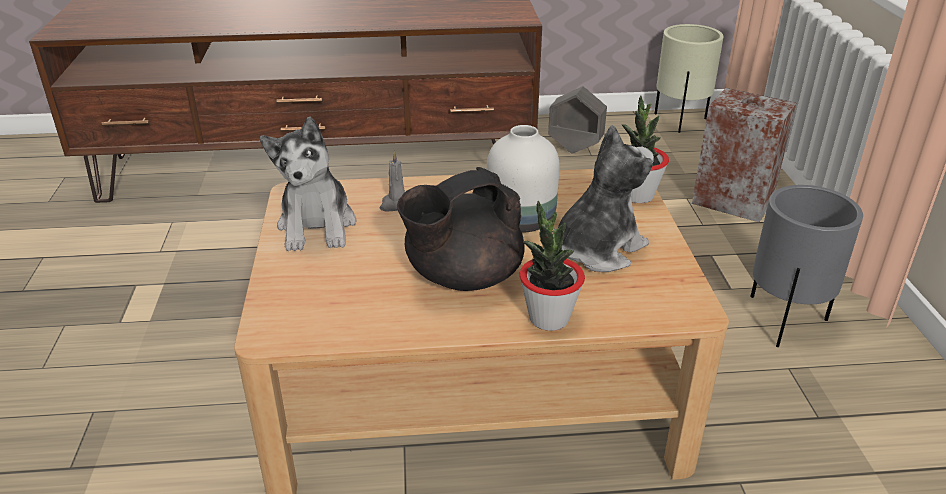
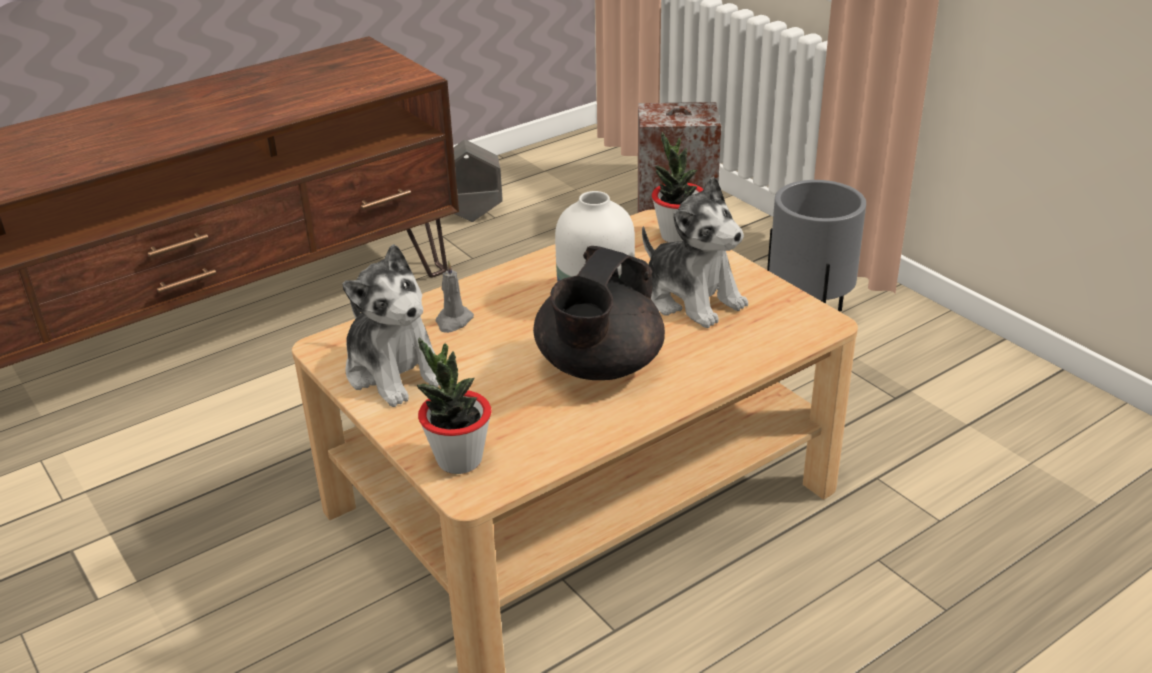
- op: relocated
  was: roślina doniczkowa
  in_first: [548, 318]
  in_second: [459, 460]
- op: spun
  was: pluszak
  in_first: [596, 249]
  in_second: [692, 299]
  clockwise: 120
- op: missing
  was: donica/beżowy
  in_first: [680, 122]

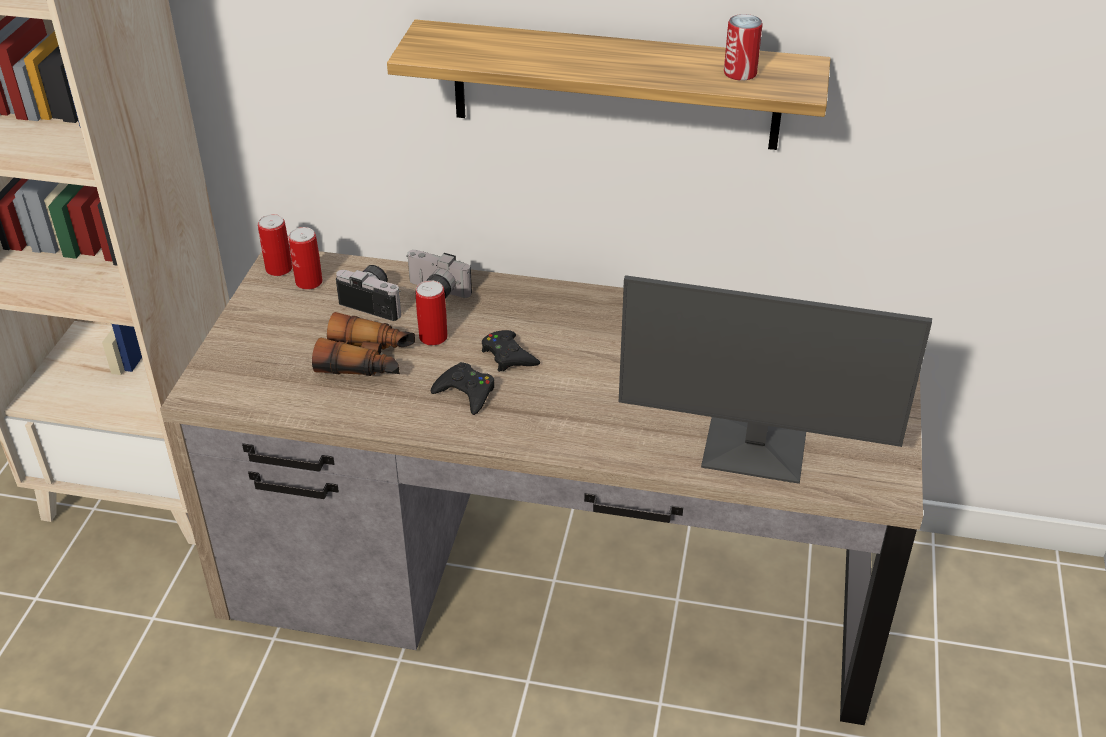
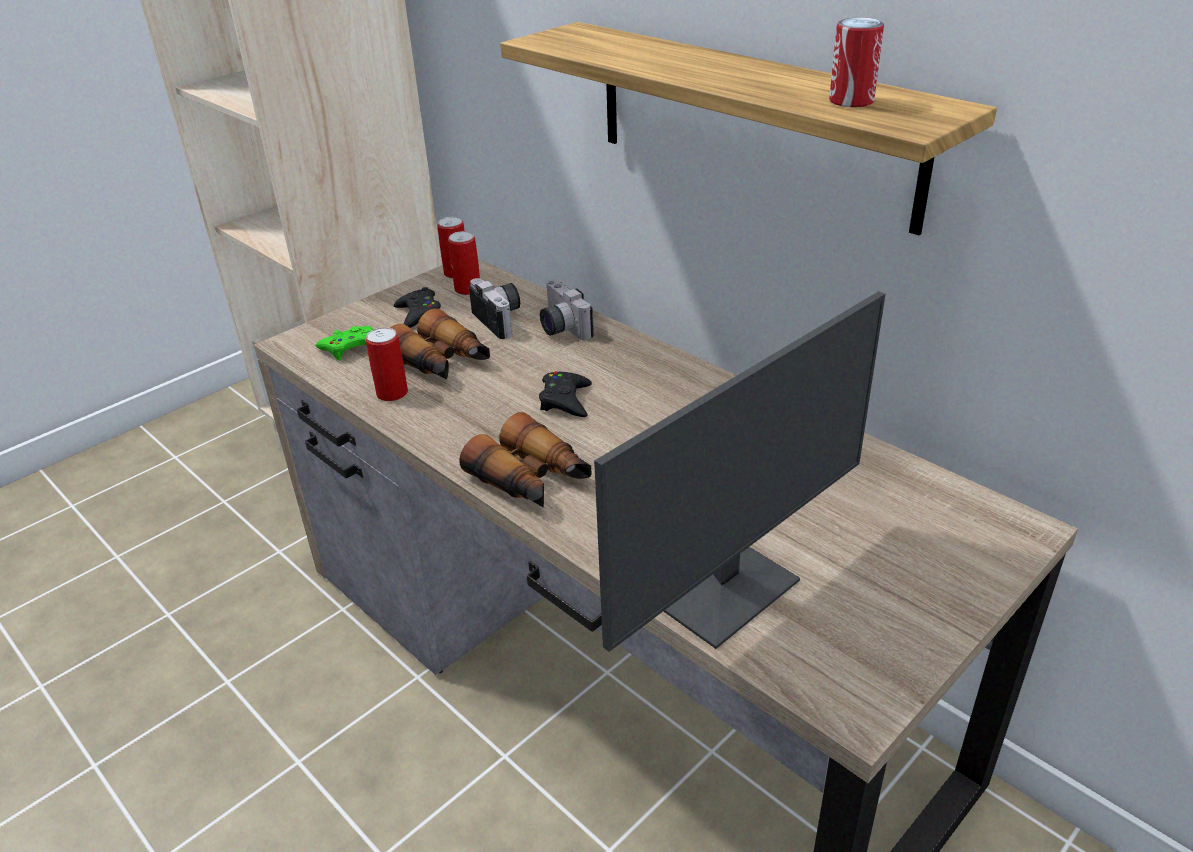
- op: appeared
  now: pad do gier/zielony
  in_second: [350, 347]
- op: relocated
  was: puszka
  in_first: [433, 337]
  in_second: [392, 393]
- op: relocated
  was: pad do gier/czarny
  in_first: [466, 393]
  in_second: [418, 314]
- op: appeared
  now: lornetka
  in_second: [532, 480]
- op: spun
  was: monitor
  in_first: [754, 451]
  in_second: [723, 588]
  clockwise: -90

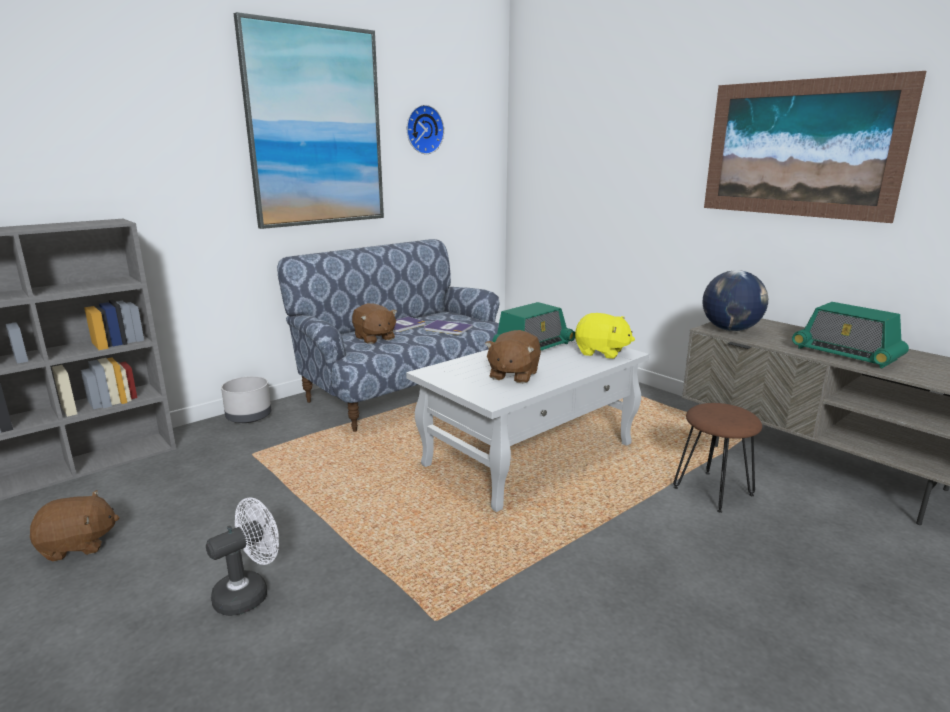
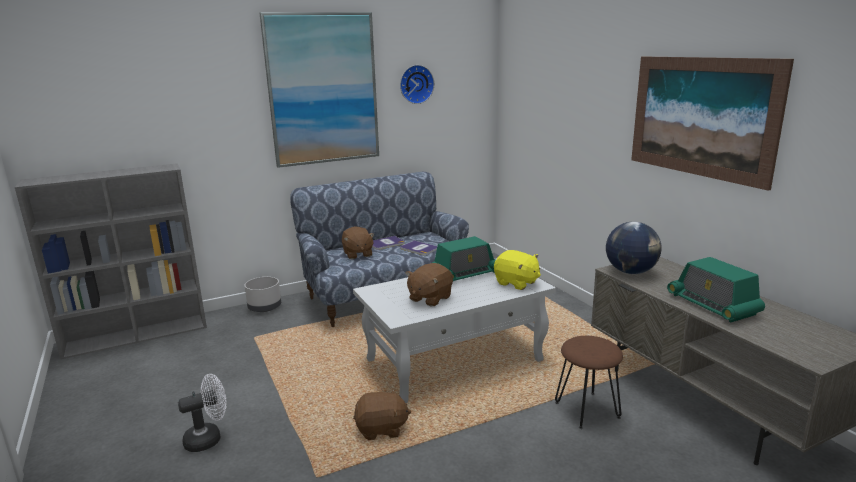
- op: relocated
  was: pluszak/brązowy
  in_first: [78, 545]
  in_second: [381, 429]

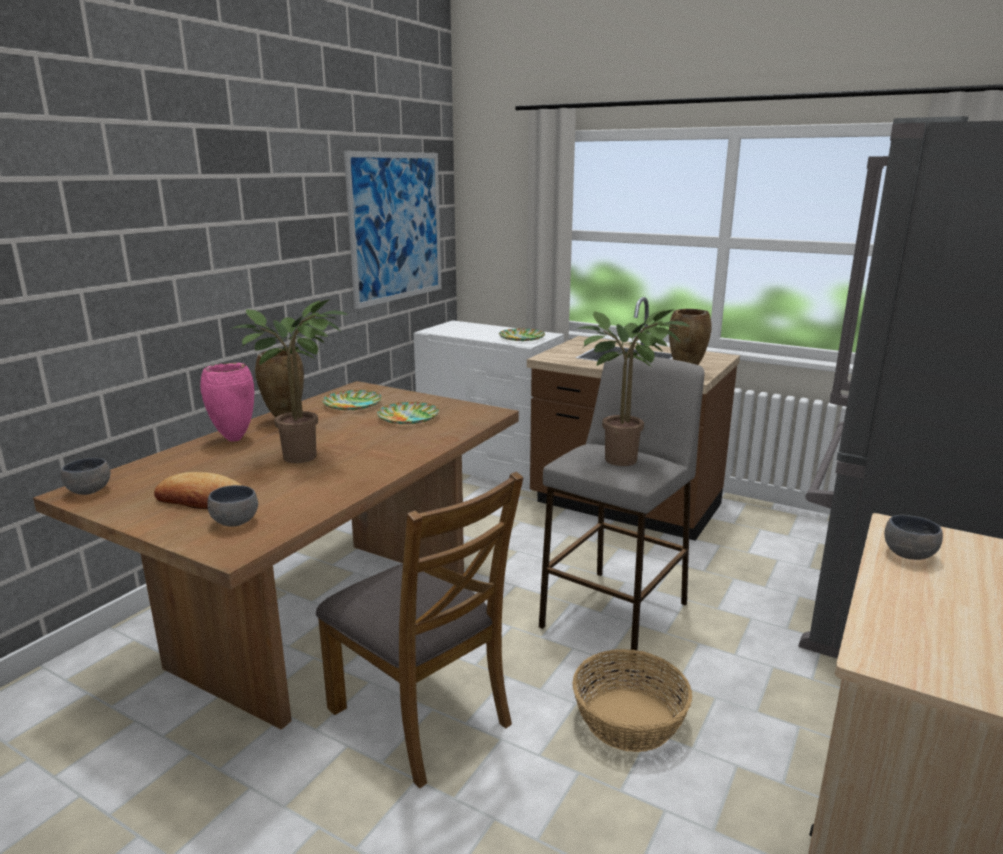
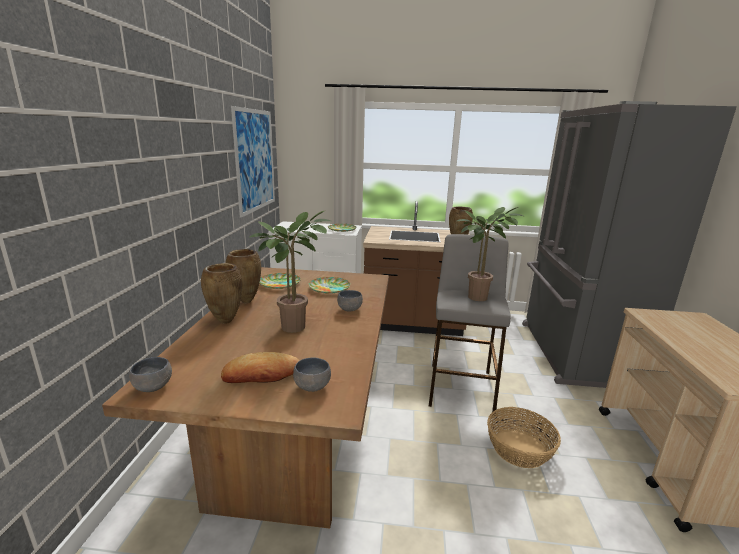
- op: colour
  was: wazon/różowy
  now: wazon/brązowy
  in_first: [234, 439]
  in_second: [225, 321]
- op: relocated
  was: miska/szary
  in_first: [908, 554]
  in_second: [350, 309]
- op: missing
  was: krzesło/brązowy
  in_first: [421, 715]

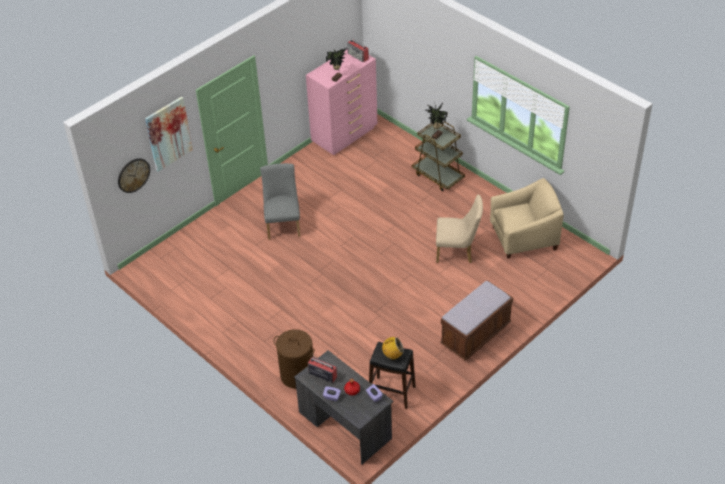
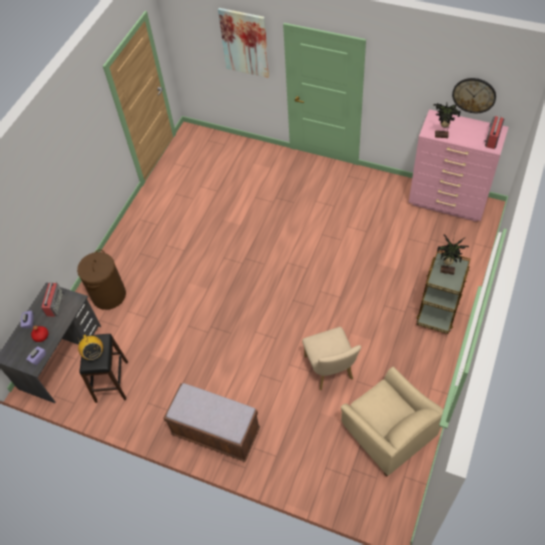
- op: relocated
  was: zegar ścienny
  in_first: [133, 175]
  in_second: [474, 95]
- op: missing
  was: krzesło/szary
  in_first: [283, 224]

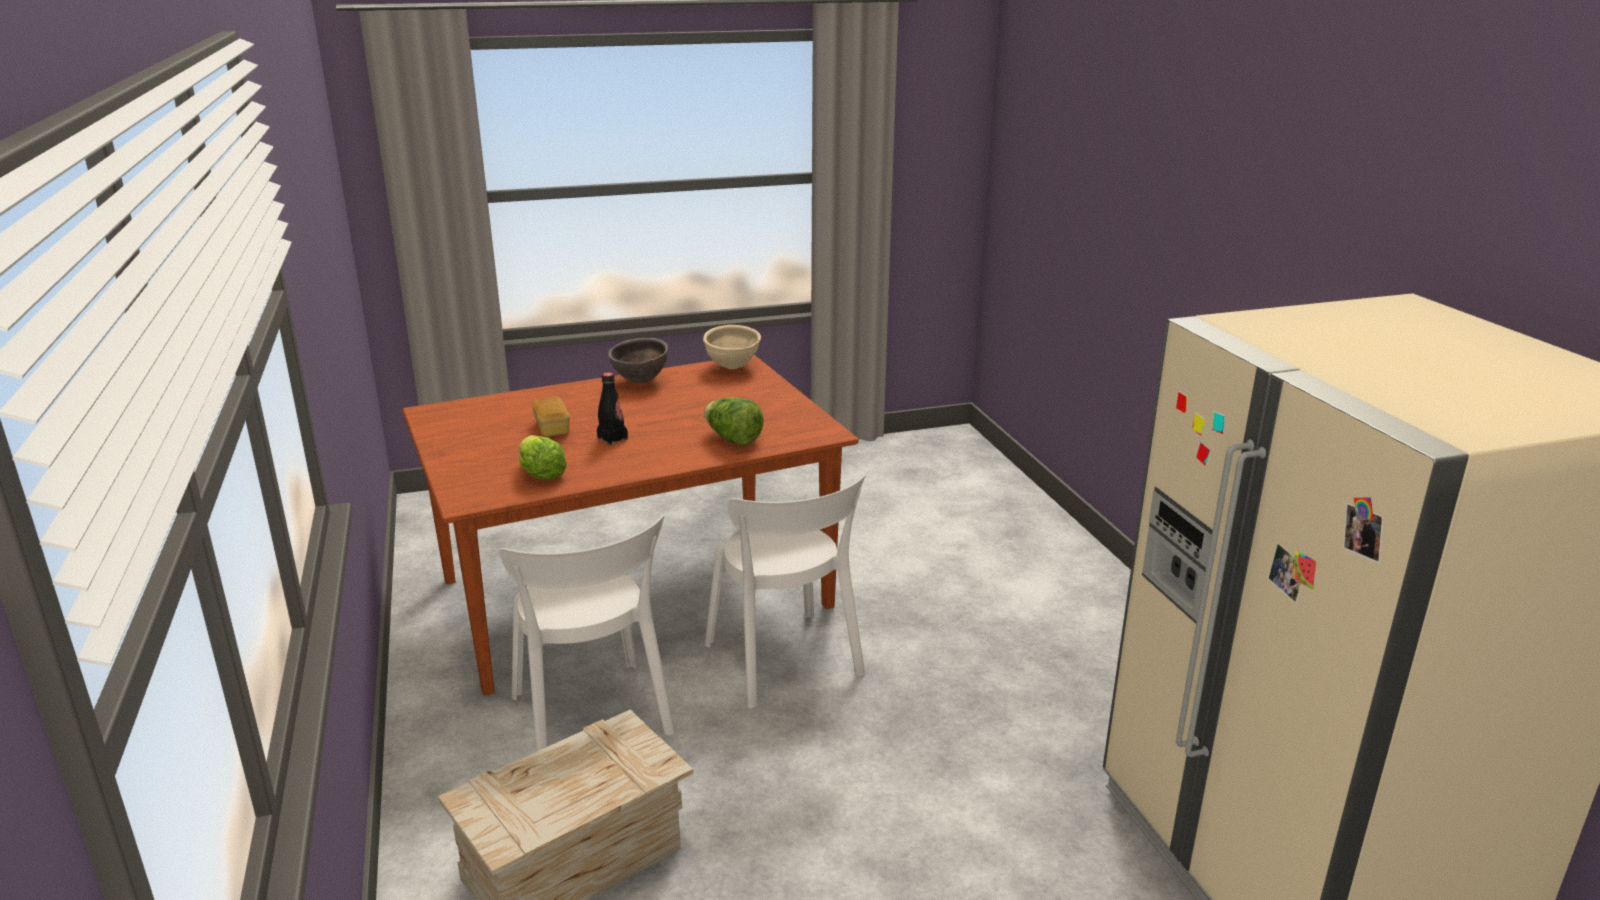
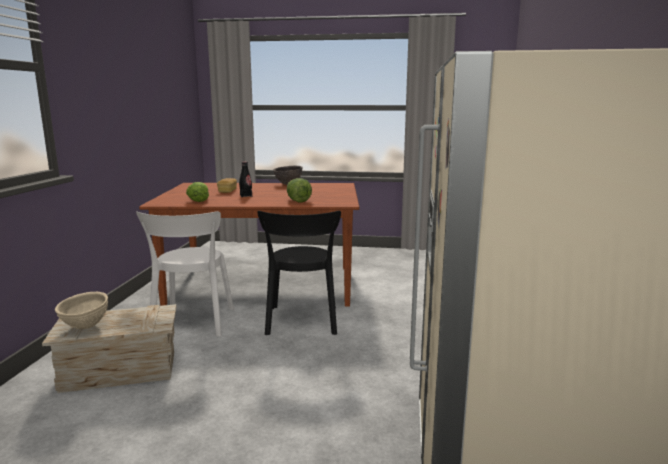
- op: relocated
  was: miska/beżowy
  in_first: [732, 367]
  in_second: [85, 327]
- op: colour
  was: krzesło/biały
  now: krzesło/czarny
  in_first: [786, 663]
  in_second: [302, 322]

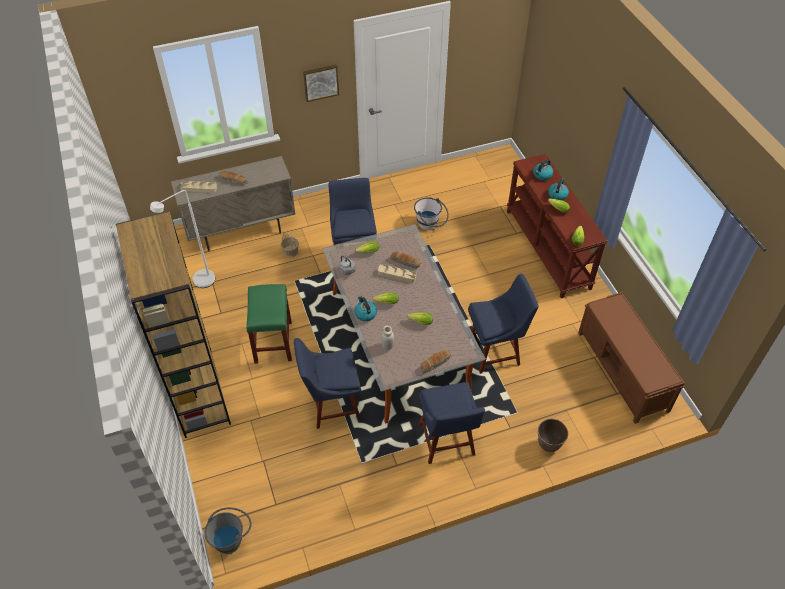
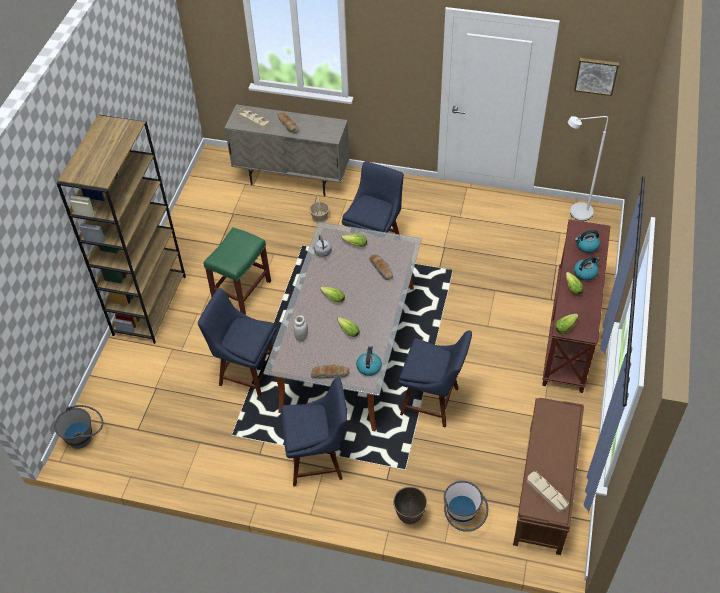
- op: spun
  was: krzesło/niebieski
  in_first: [447, 442]
  in_second: [318, 460]
  clockwise: -120
- op: relocated
  was: czajnik
  in_first: [365, 313]
  in_second: [369, 367]
- op: relocated
  was: wiadro/biały
  in_first: [430, 225]
  in_second: [463, 518]
- op: relocated
  was: taca/beżowy
  in_first: [397, 275]
  in_second: [547, 493]
- op: relocated
  was: lampa stojąca/biały
  in_first: [198, 283]
  in_second: [575, 213]
- op: relocated
  was: obraz
  in_first: [320, 82]
  in_second: [596, 75]

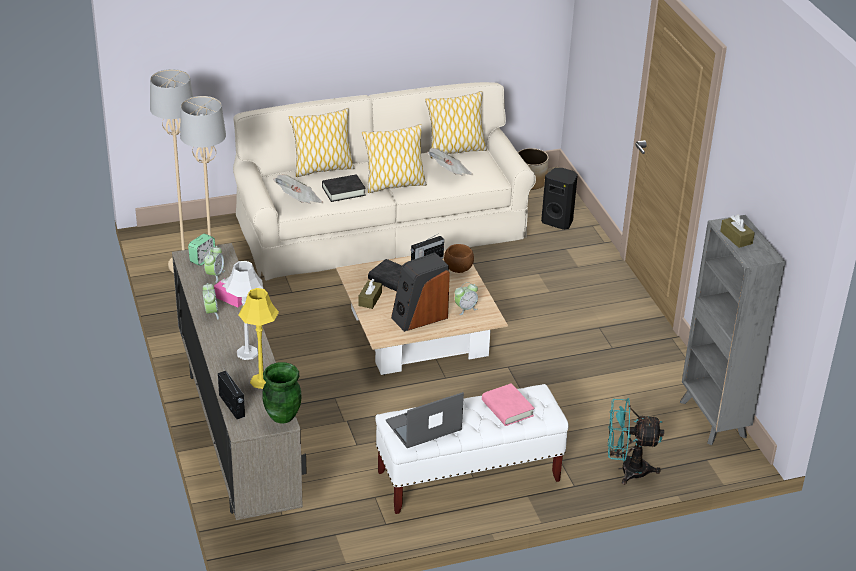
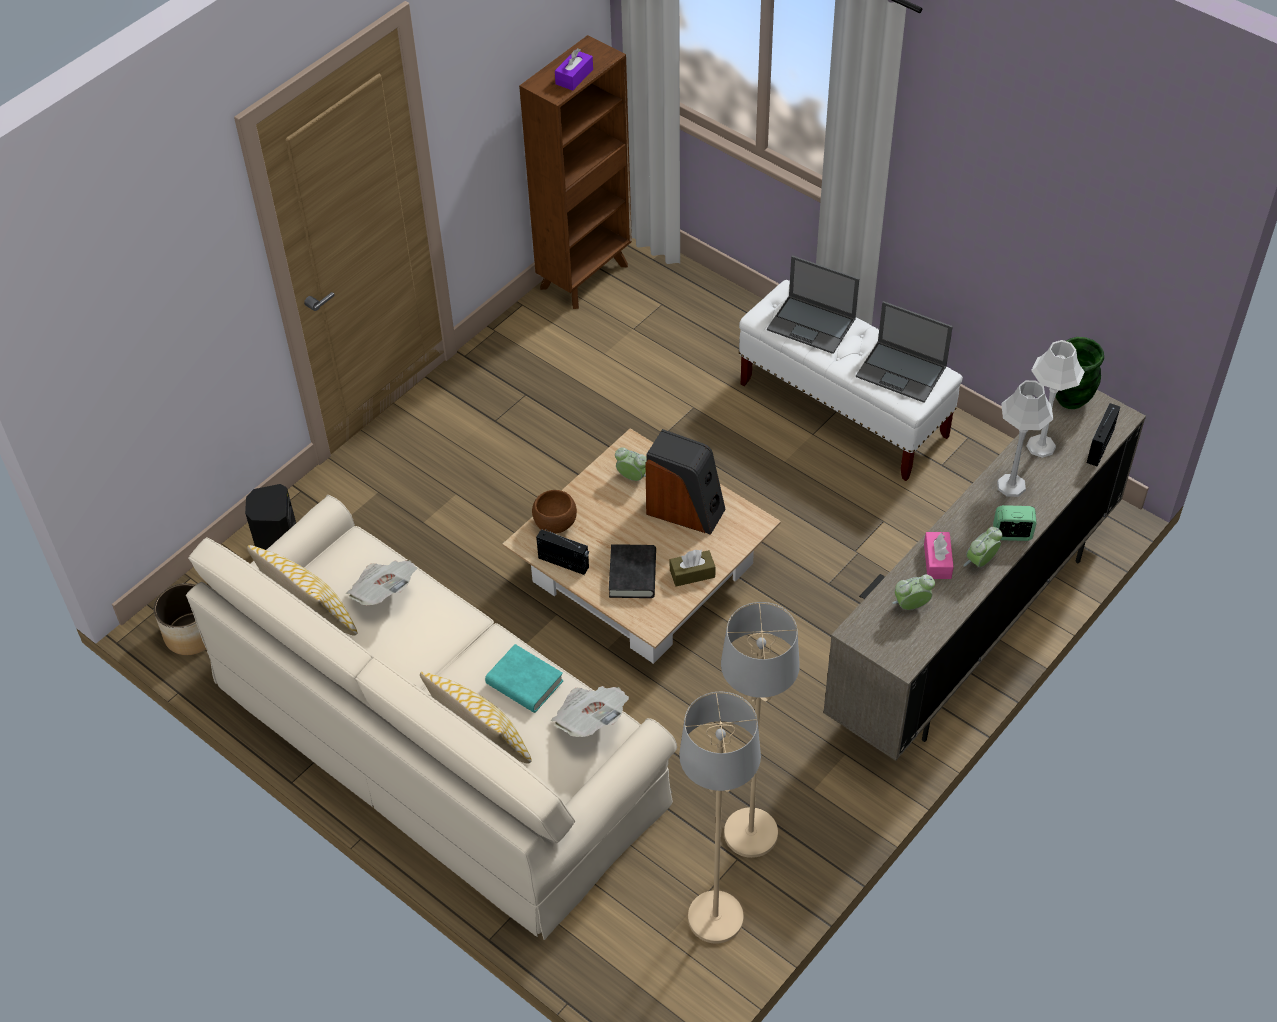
- op: colour
  was: książka/czarny
  now: książka/turkusowy
  in_first: [343, 191]
  in_second: [524, 682]
- op: colour
  was: regał/szary
  now: regał/brązowy
  in_first: [713, 420]
  in_second: [586, 275]
- op: colour
  was: pudełko chusteczek/brązowy
  now: pudełko chusteczek/fioletowy
  in_first: [736, 237]
  in_second: [574, 77]
- op: exchanged
  was: książka/różowy
  now: laptop
  in_first: [507, 408]
  in_second: [812, 324]
- op: relocated
  was: budzik
  in_first: [202, 259]
  in_second: [1012, 534]
- op: colour
  was: lampa stołowa/żółty
  now: lampa stołowa/biały
  in_first: [261, 381]
  in_second: [1041, 446]
- op: missing
  was: poduszka
  in_first: [394, 185]
- op: missing
  was: wentylator/turkusowy
  in_first: [626, 469]

